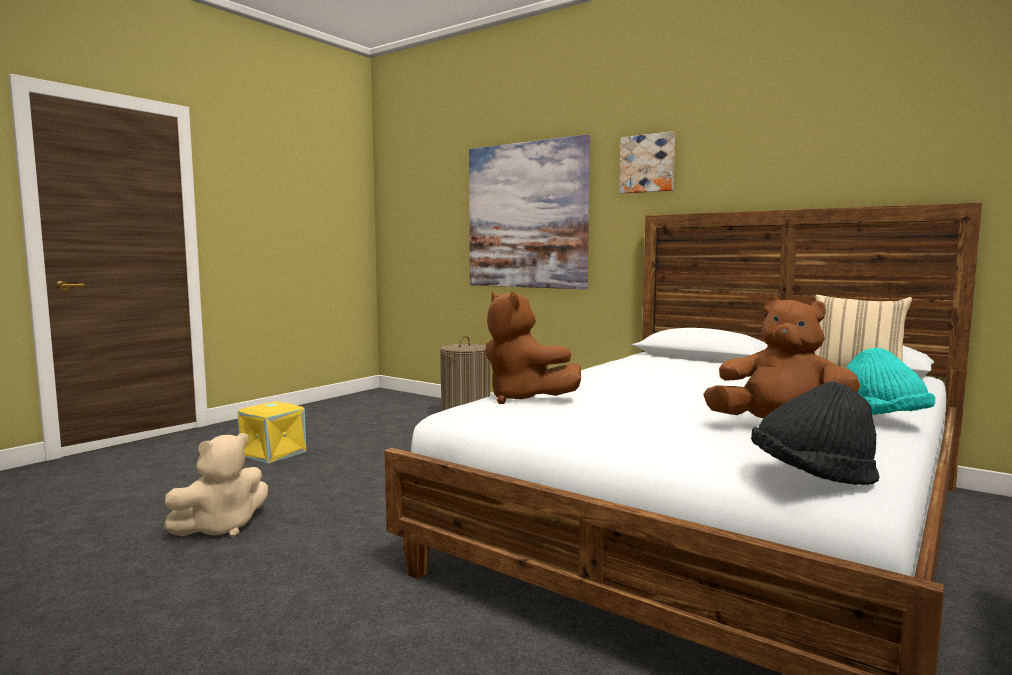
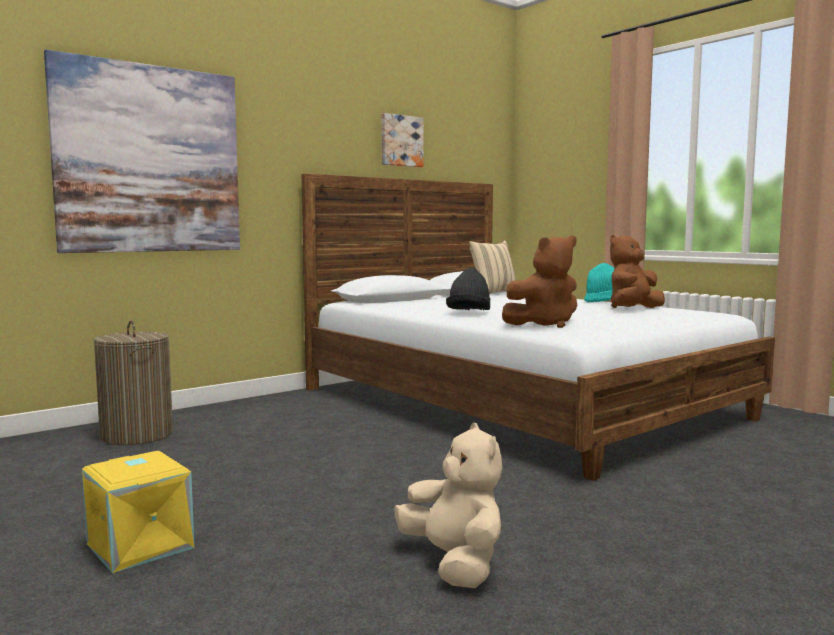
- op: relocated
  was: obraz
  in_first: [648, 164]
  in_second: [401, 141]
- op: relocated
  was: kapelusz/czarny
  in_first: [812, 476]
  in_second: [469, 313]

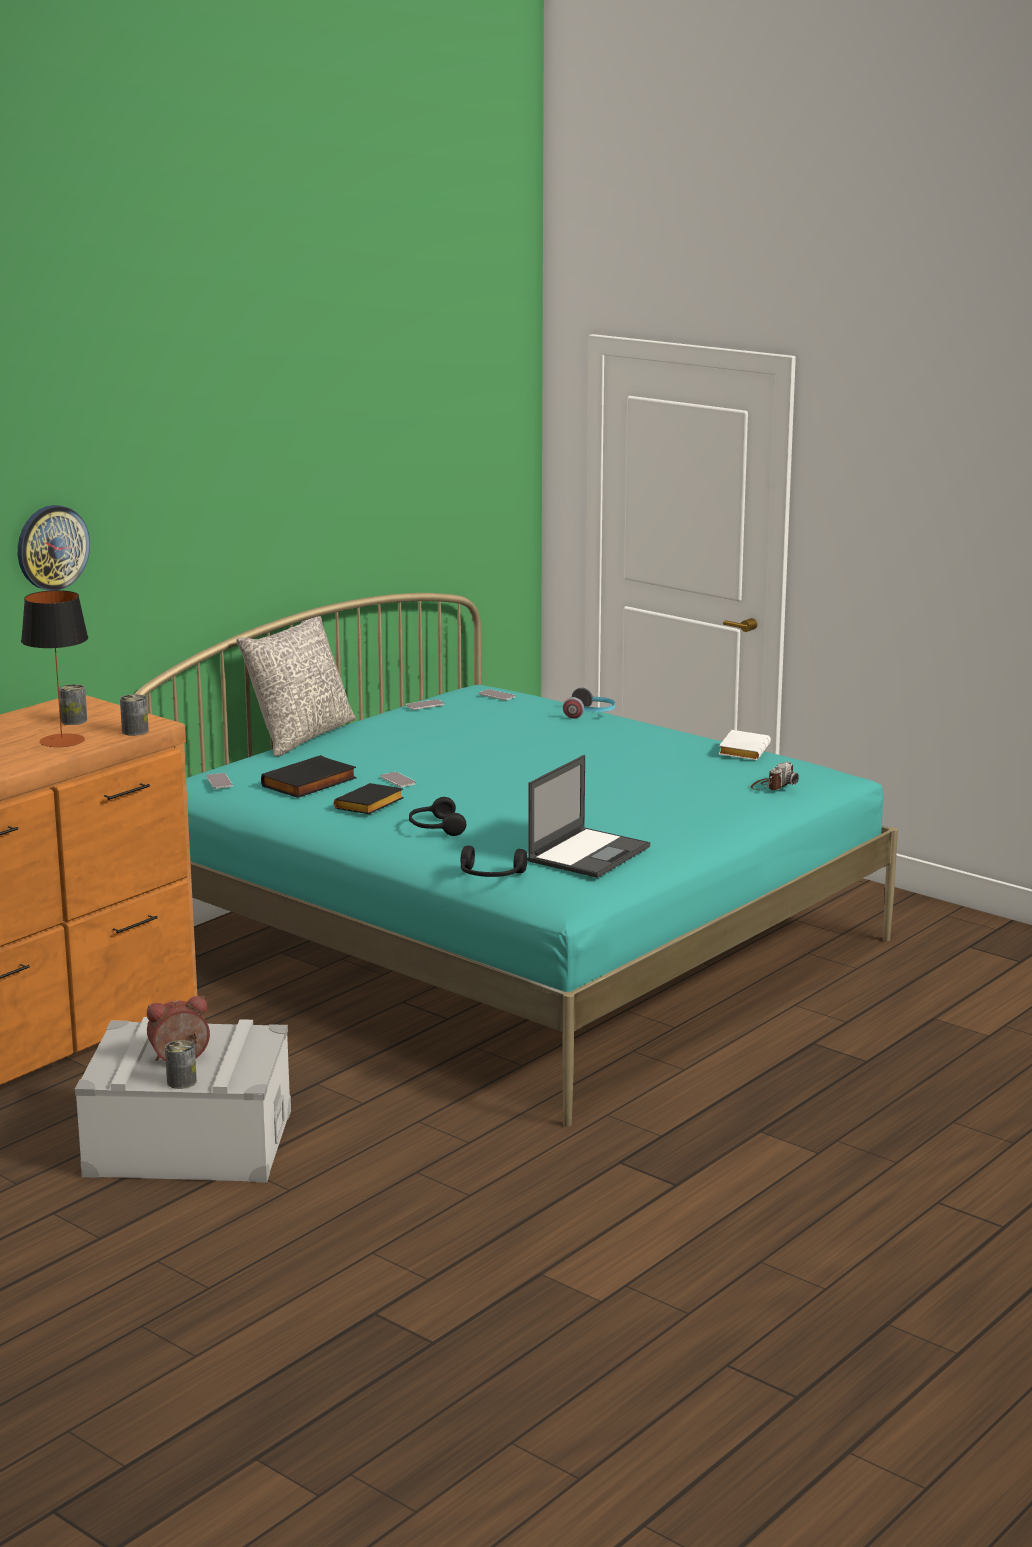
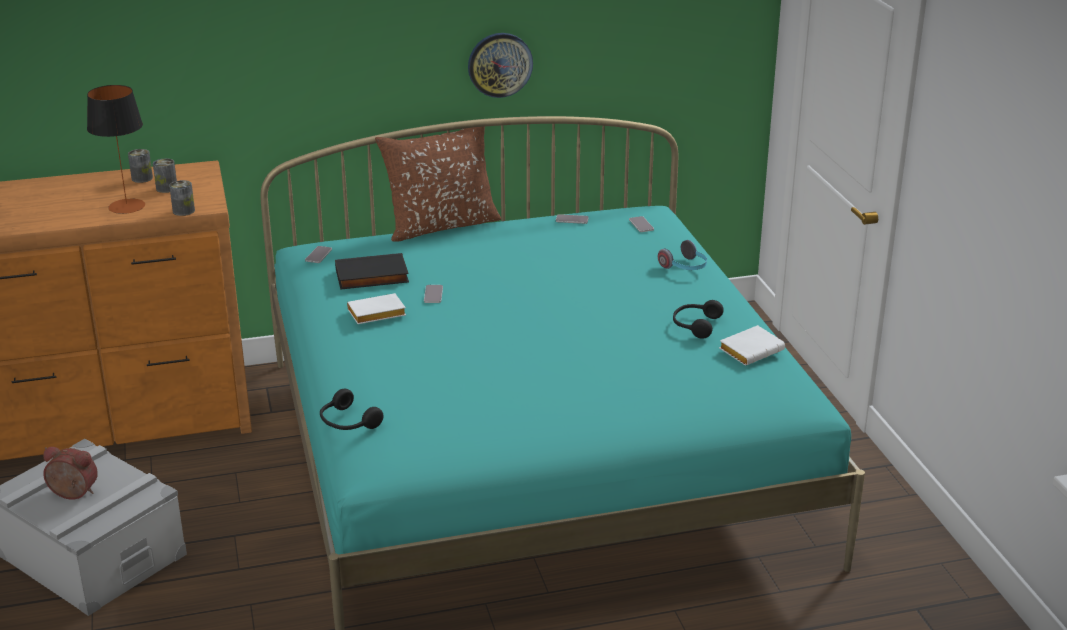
- op: relocated
  was: puszka
  in_first: [181, 1082]
  in_second: [142, 178]
- op: colour
  was: książka/czarny
  now: książka/biały
  in_first: [369, 806]
  in_second: [375, 315]
- op: colour
  was: poduszka/szary
  now: poduszka/brązowy
  in_first: [300, 736]
  in_second: [441, 225]
- op: relocated
  was: zegar ścienny
  in_first: [52, 547]
  in_second: [500, 64]
- op: relocated
  was: słuchawki/czarny
  in_first: [435, 828]
  in_second: [695, 325]
- op: missing
  was: laptop
  in_first: [589, 853]
- op: missing
  was: aparat fotograficzny
  in_first: [772, 785]

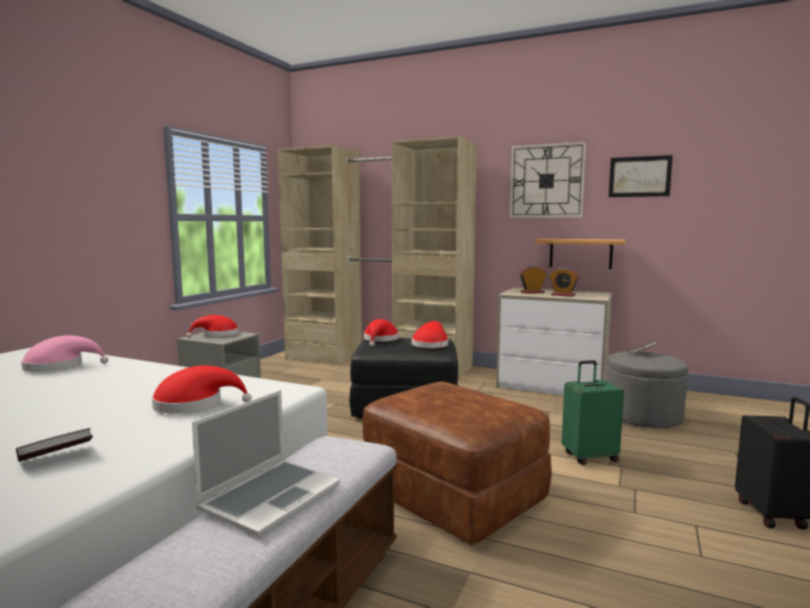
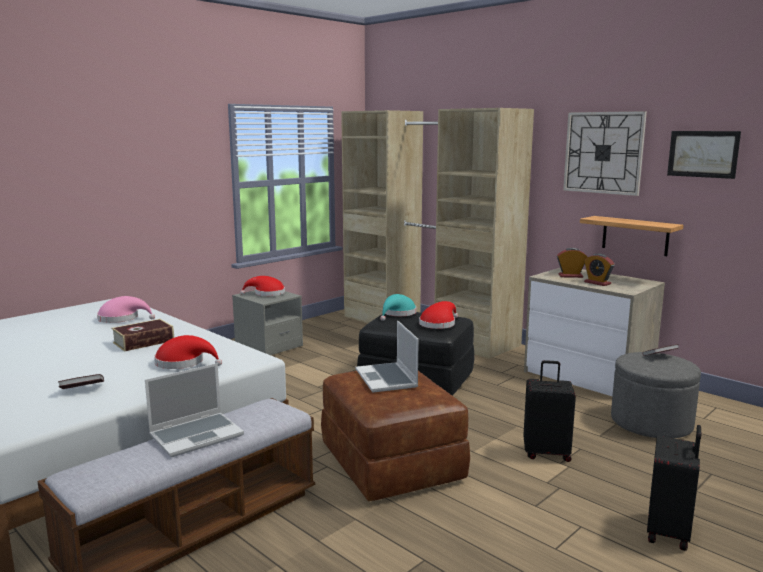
- op: appeared
  now: książka
  in_second: [143, 342]
- op: appeared
  now: laptop
  in_second: [387, 379]
- op: colour
  was: kapelusz/czerwony
  now: kapelusz/turkusowy
  in_first: [380, 340]
  in_second: [398, 314]
- op: colour
  was: walizka/zielony
  now: walizka/czarny
  in_first: [589, 457]
  in_second: [546, 453]

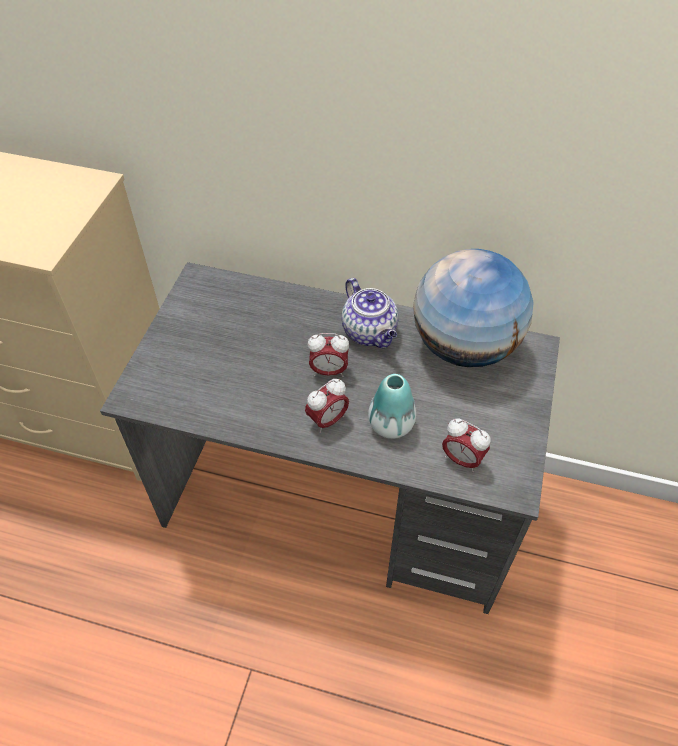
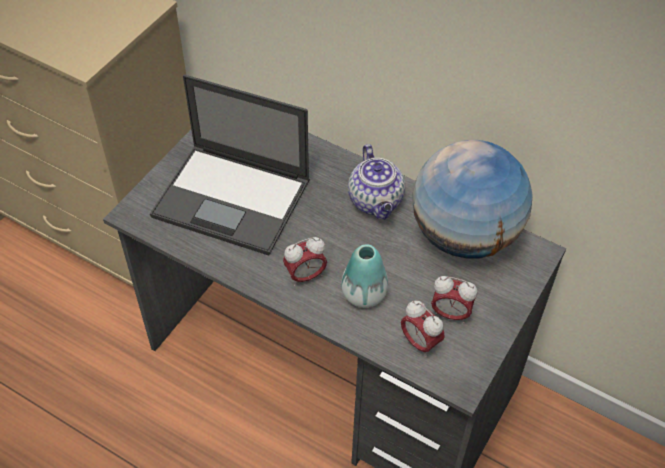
- op: appeared
  now: laptop
  in_second: [233, 199]
- op: relocated
  was: budzik
  in_first: [328, 371]
  in_second: [450, 314]

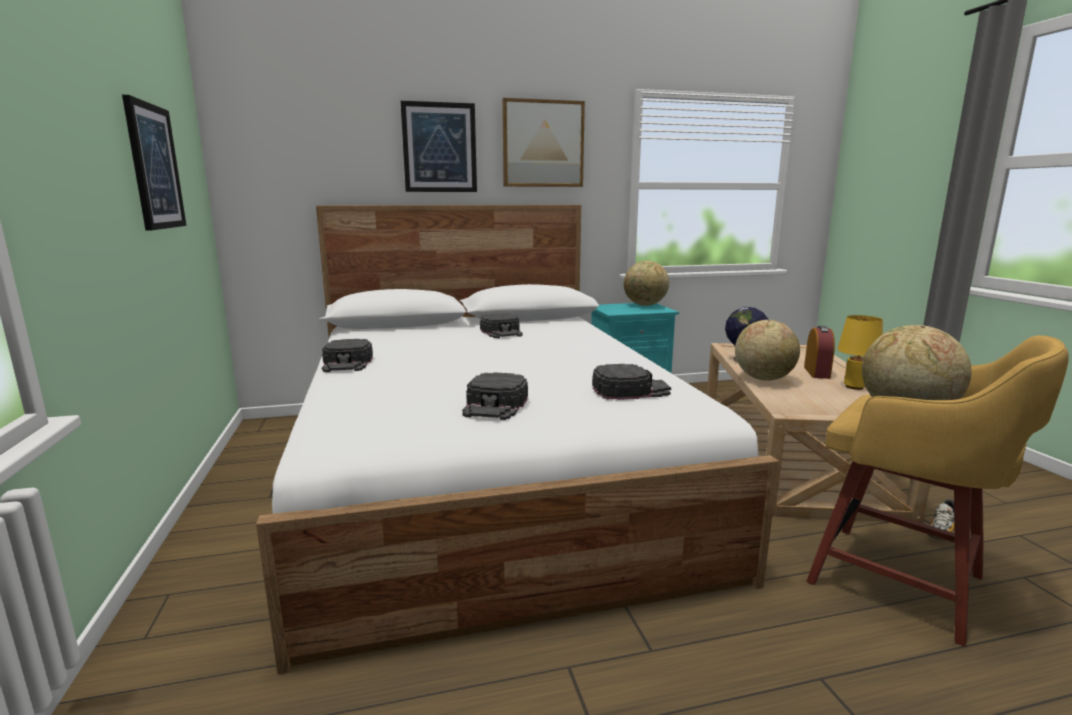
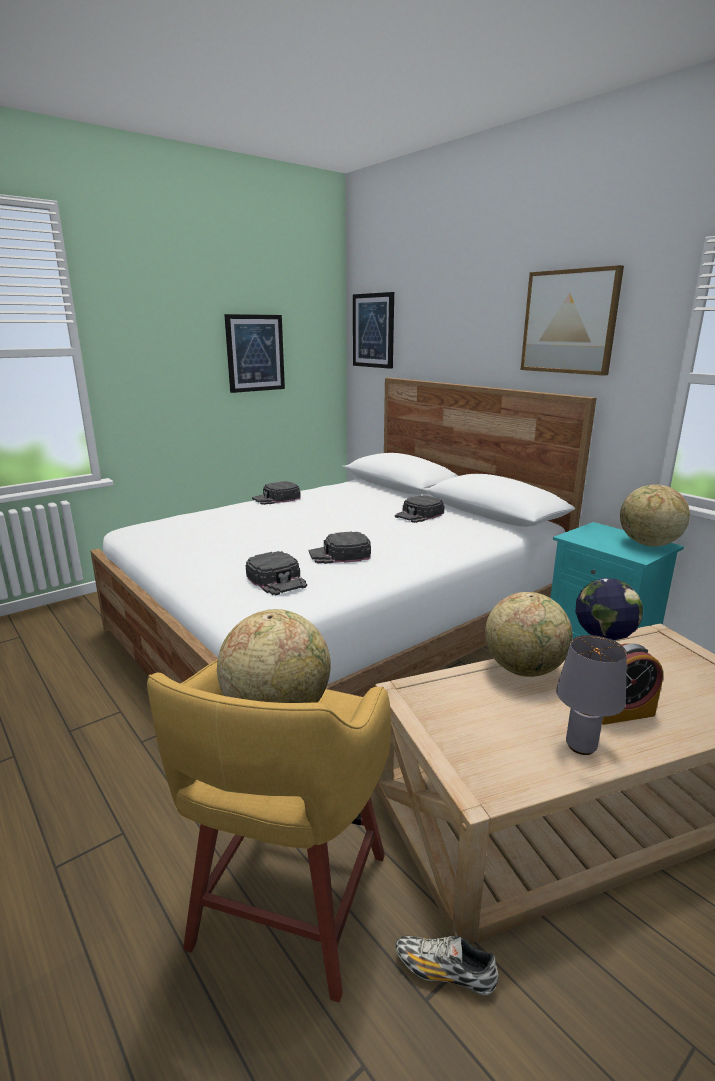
- op: relocated
  was: czapka z daszkiem/czarny
  in_first: [495, 405]
  in_second: [340, 554]
- op: relocated
  was: obraz
  in_first: [439, 148]
  in_second: [373, 330]
- op: colour
  was: lampa stołowa/żółty
  now: lampa stołowa/szary
  in_first: [853, 387]
  in_second: [580, 745]

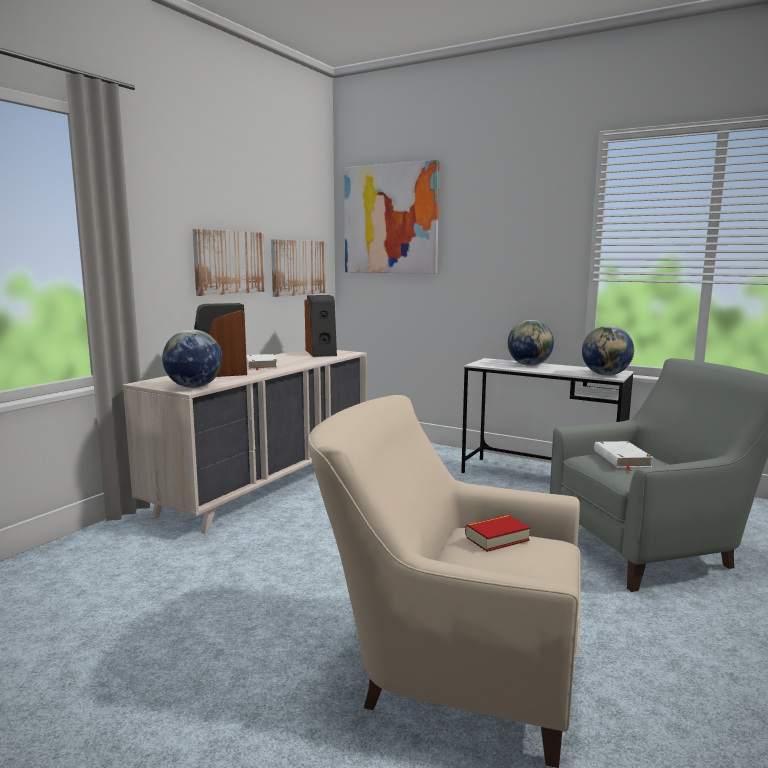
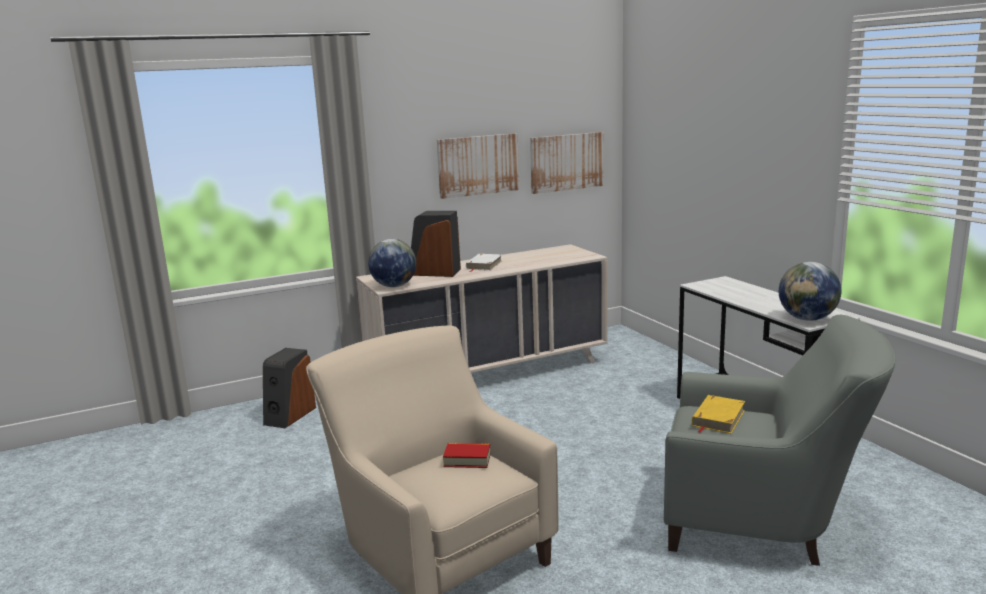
- op: relocated
  was: głośnik
  in_first: [322, 353]
  in_second: [289, 415]
- op: colour
  was: książka/biały
  now: książka/żółty
  in_first: [621, 458]
  in_second: [718, 418]
- op: missing
  was: obraz
  in_first: [390, 219]
- op: missing
  was: globus
  in_first: [529, 365]

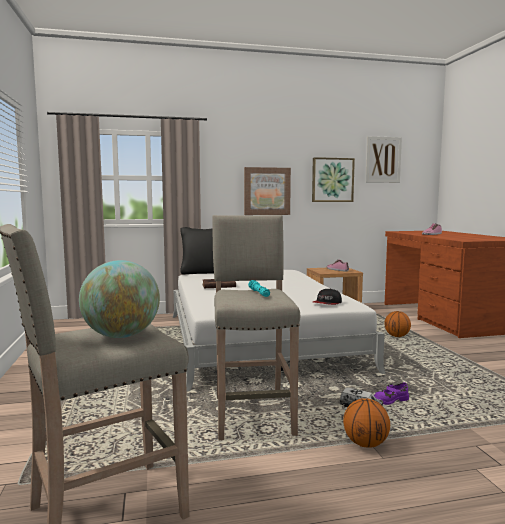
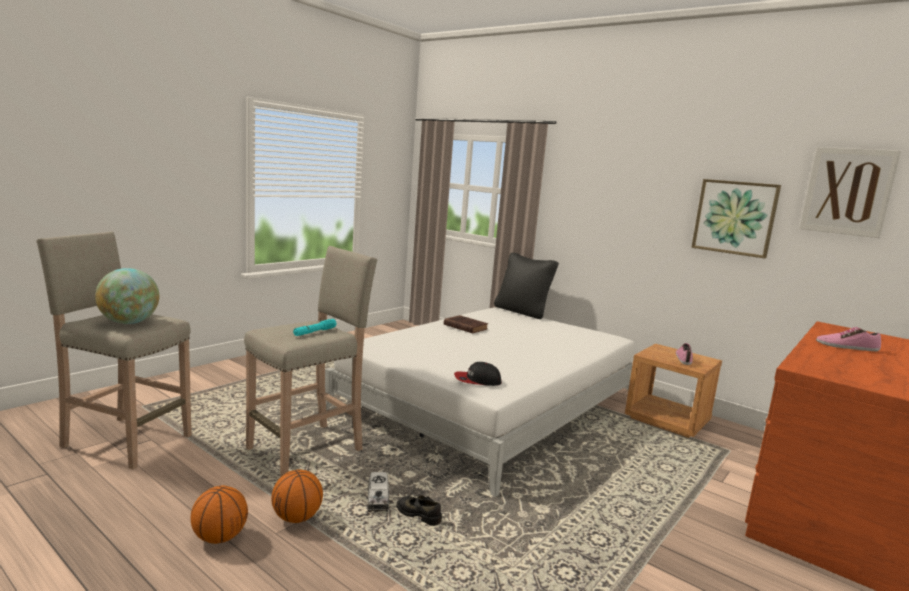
- op: relocated
  was: piłka do koszykówki
  in_first: [396, 336]
  in_second: [219, 537]
- op: colour
  was: but/fioletowy
  now: but/czarny
  in_first: [390, 400]
  in_second: [419, 514]
- op: missing
  was: obraz
  in_first: [267, 191]

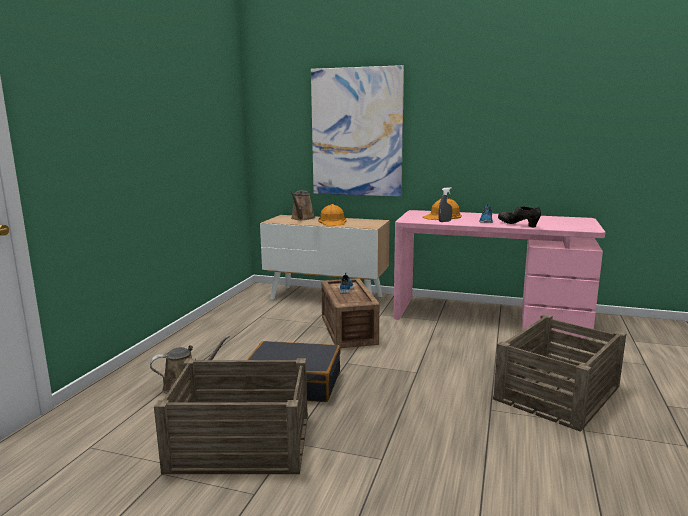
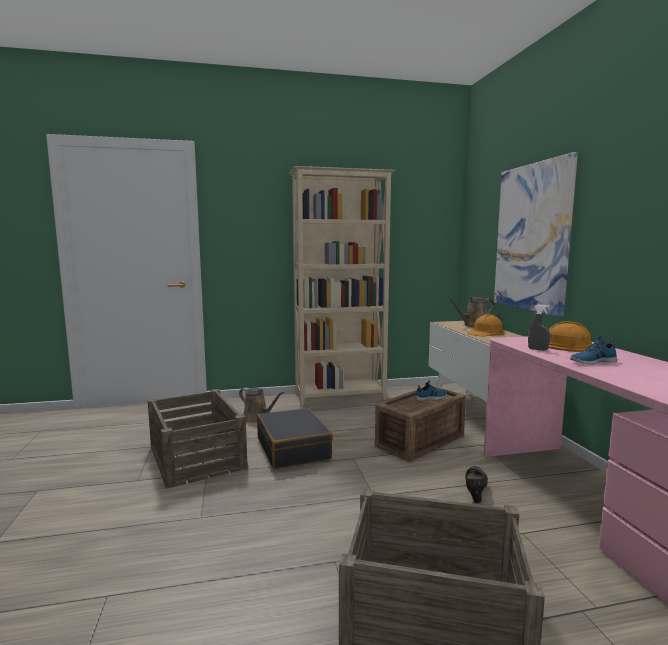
- op: appeared
  now: regał/beżowy
  in_second: [341, 397]
- op: relocated
  was: but/czarny
  in_first: [518, 225]
  in_second: [475, 491]

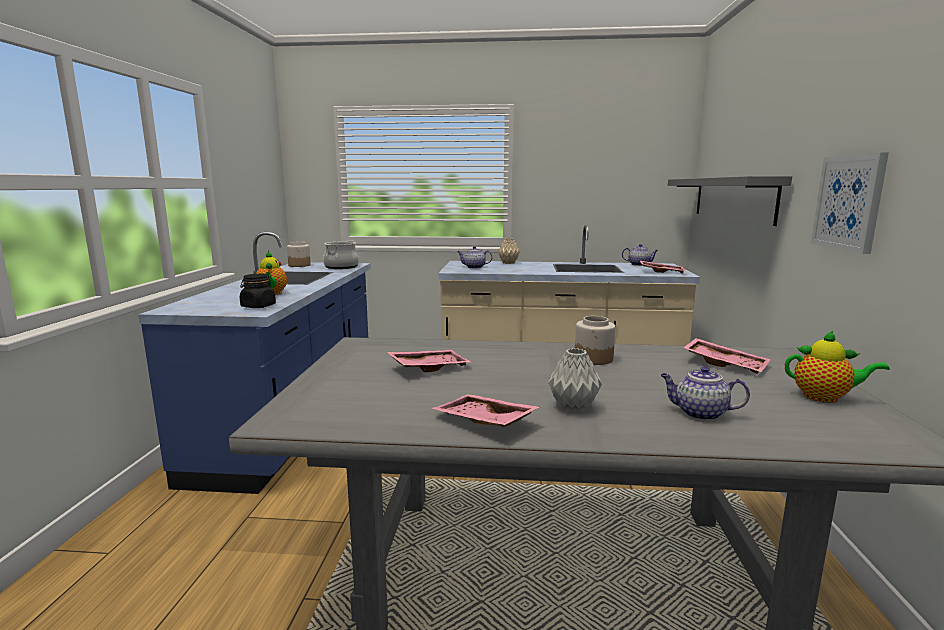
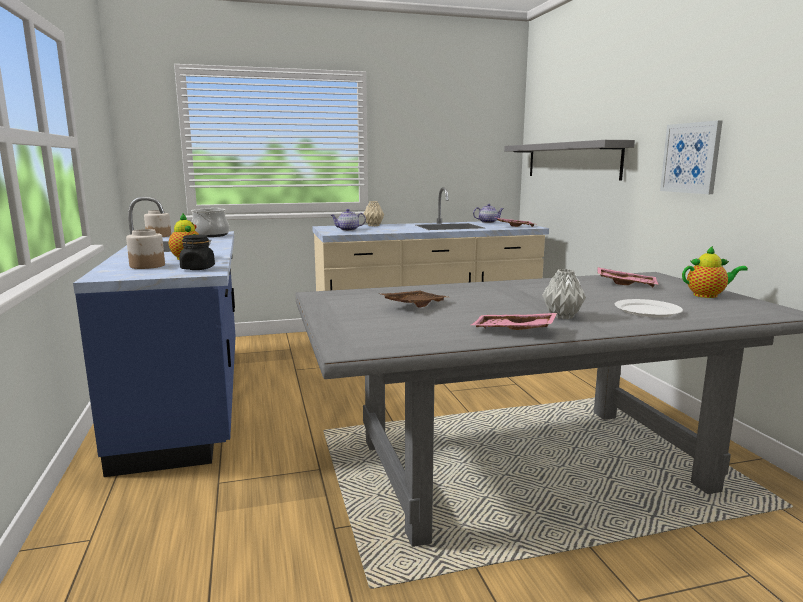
- op: relocated
  was: słoik
  in_first: [594, 359]
  in_second: [148, 266]
- op: colour
  was: taca/różowy
  now: taca/brązowy
  in_first: [428, 367]
  in_second: [413, 305]
- op: exchanged
  was: imbryk
  now: talerz/biały
  in_first: [699, 413]
  in_second: [647, 311]

